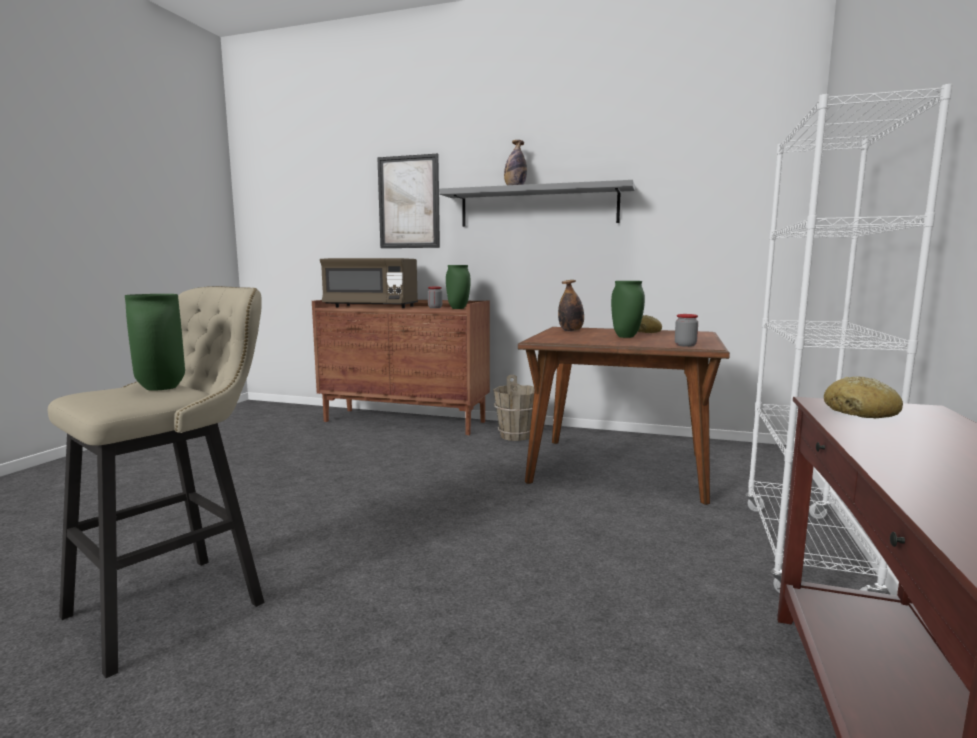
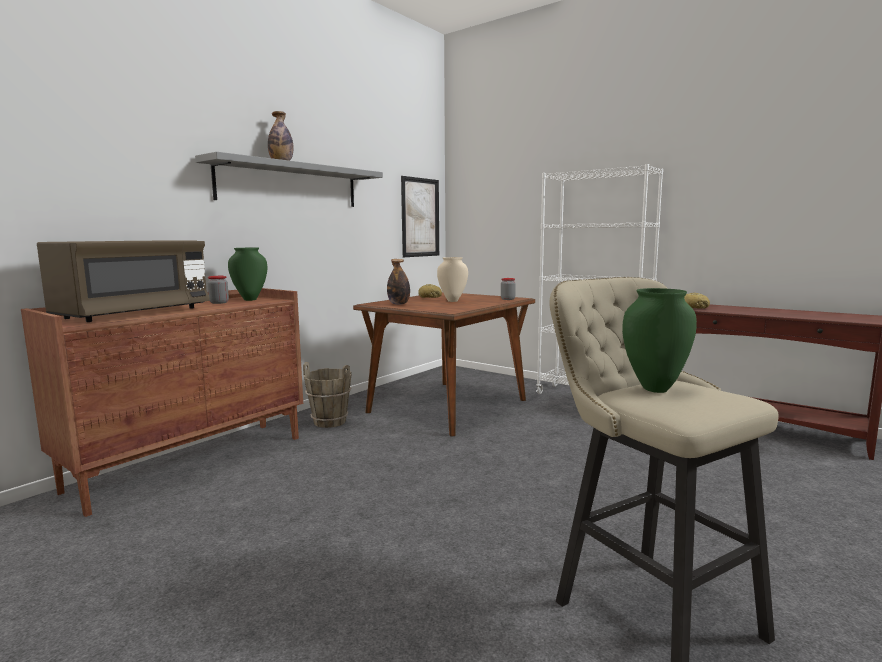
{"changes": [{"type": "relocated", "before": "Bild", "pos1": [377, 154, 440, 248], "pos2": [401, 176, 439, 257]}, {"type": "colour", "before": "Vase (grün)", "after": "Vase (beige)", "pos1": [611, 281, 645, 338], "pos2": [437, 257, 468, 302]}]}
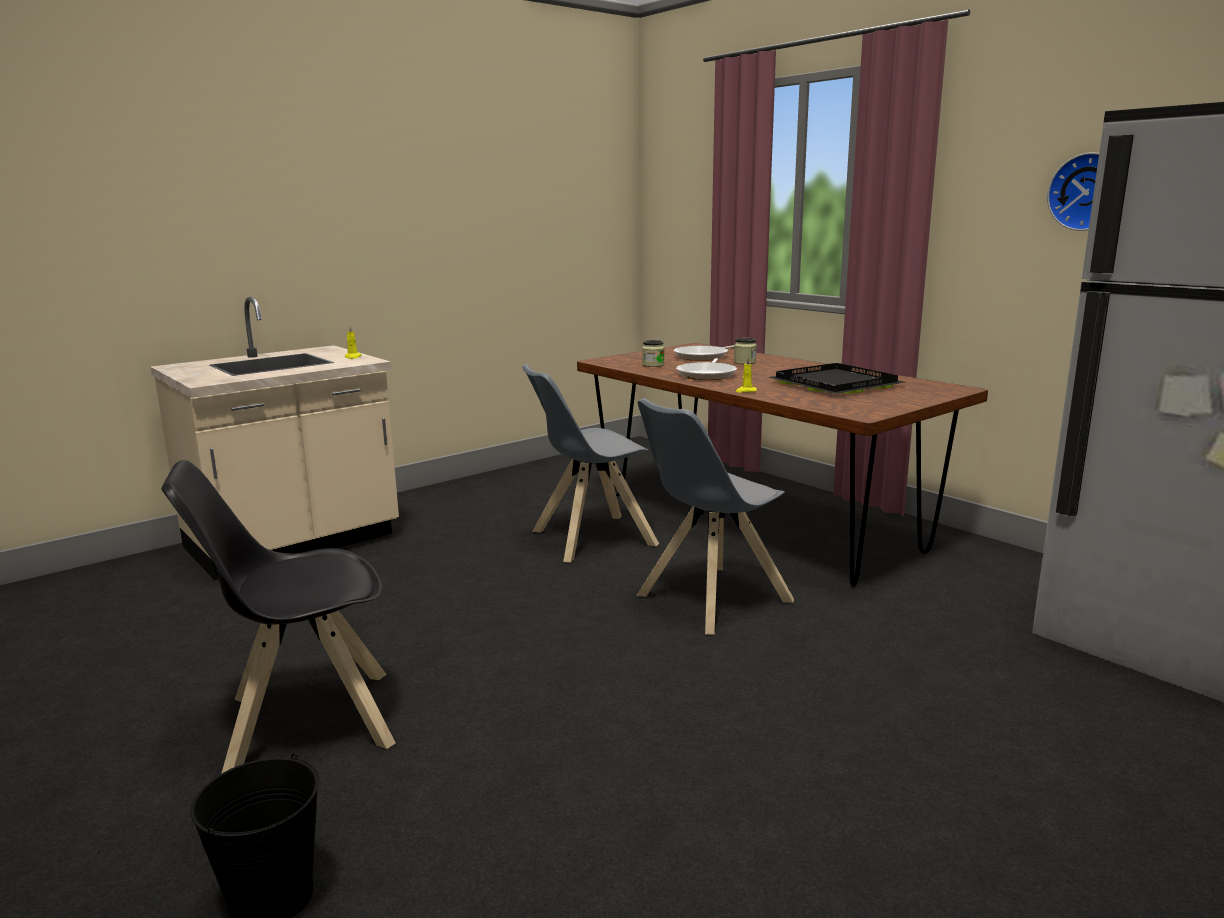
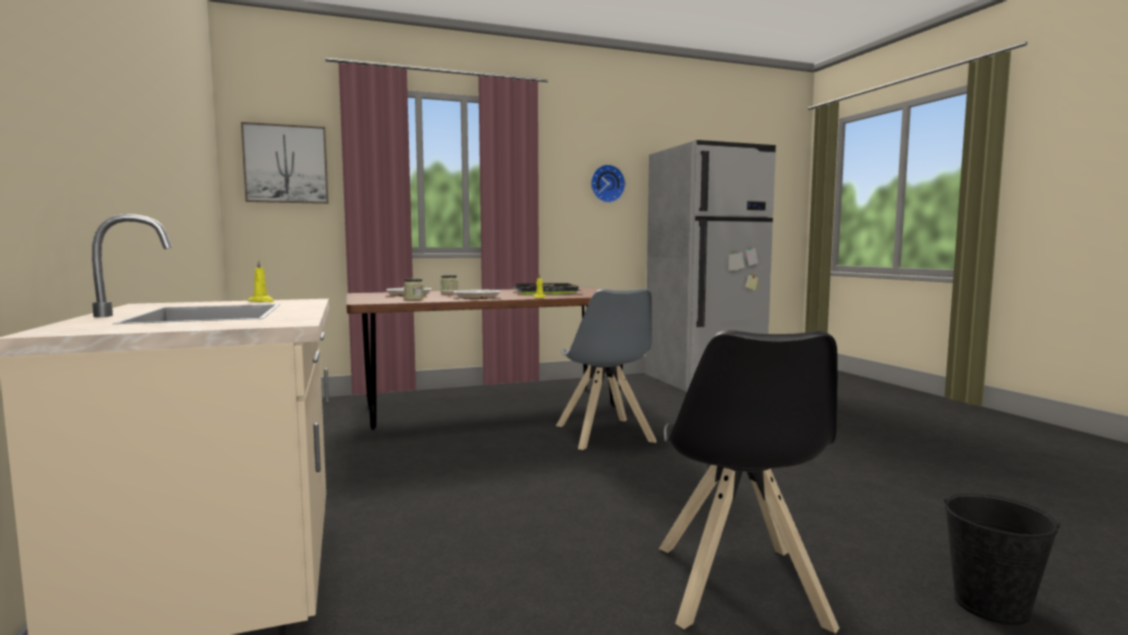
{"changes": [{"type": "missing", "before": "Stuhl (grau)", "pos1": [522, 364, 659, 563]}, {"type": "appeared", "after": "Bild", "pos2": [241, 122, 329, 204]}]}
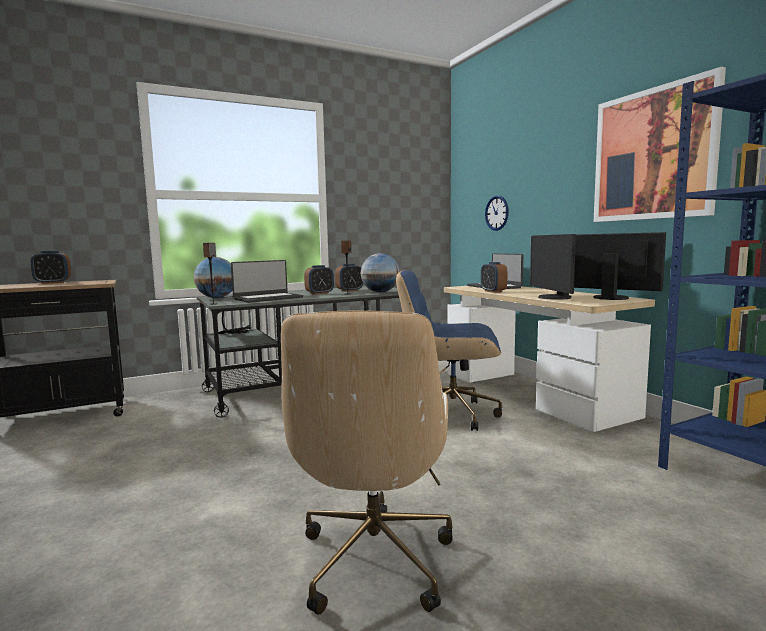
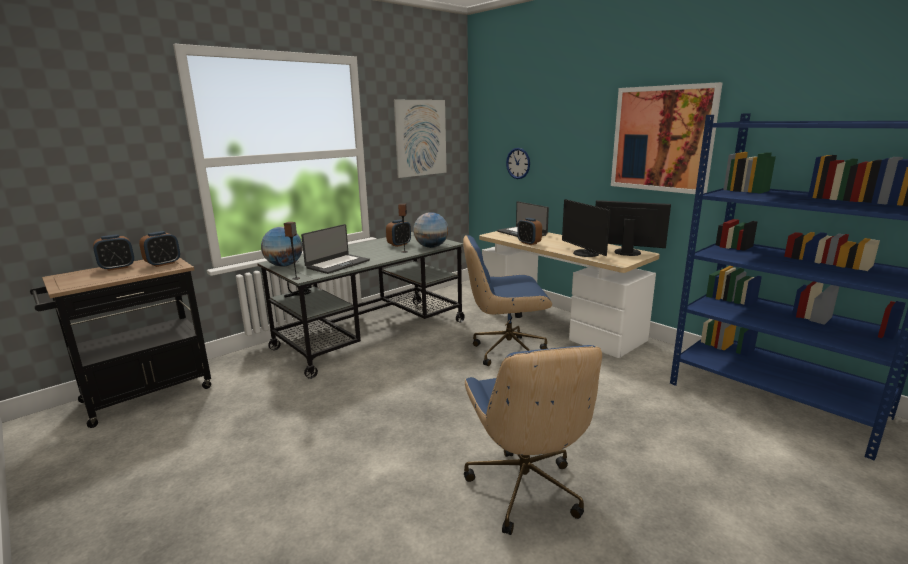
{"changes": [{"type": "colour", "before": "Bürostuhl (weiß)", "after": "Bürostuhl (blau)", "pos1": [281, 311, 453, 615], "pos2": [464, 345, 602, 535]}, {"type": "relocated", "before": "Wecker", "pos1": [304, 265, 334, 295], "pos2": [139, 231, 180, 267]}, {"type": "appeared", "after": "Bild", "pos2": [394, 100, 447, 178]}]}
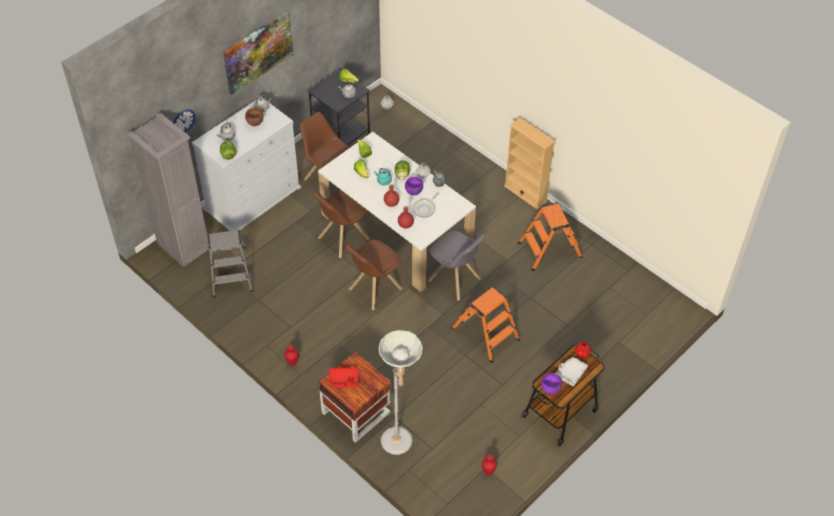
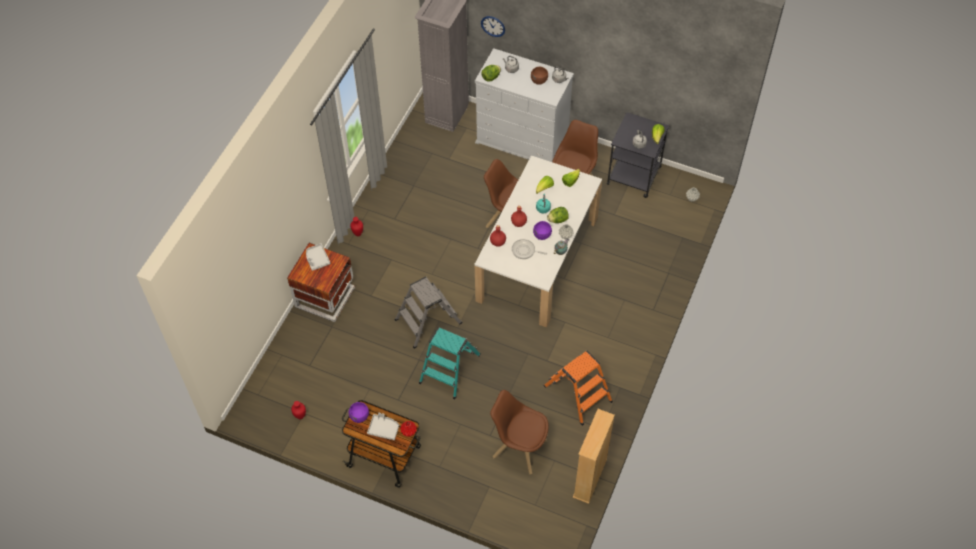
{"changes": [{"type": "relocated", "before": "Trittleiter (grau)", "pos1": [208, 230, 253, 298], "pos2": [395, 277, 463, 349]}, {"type": "missing", "before": "Bild", "pos1": [223, 11, 294, 94]}, {"type": "colour", "before": "Tablett (rot)", "after": "Tablett (grau)", "pos1": [329, 367, 358, 387], "pos2": [306, 243, 331, 271]}, {"type": "relocated", "before": "Stuhl (braun)", "pos1": [345, 240, 402, 310], "pos2": [490, 390, 549, 474]}, {"type": "missing", "before": "Stehlampe (grau)", "pos1": [379, 330, 423, 455]}, {"type": "missing", "before": "Stuhl (grau)", "pos1": [428, 231, 485, 301]}, {"type": "colour", "before": "Trittleiter (orange)", "after": "Trittleiter (türkis)", "pos1": [451, 286, 520, 363], "pos2": [419, 327, 481, 400]}, {"type": "relocated", "before": "Bücherregal (beige)", "pos1": [504, 118, 555, 209], "pos2": [573, 409, 615, 504]}]}
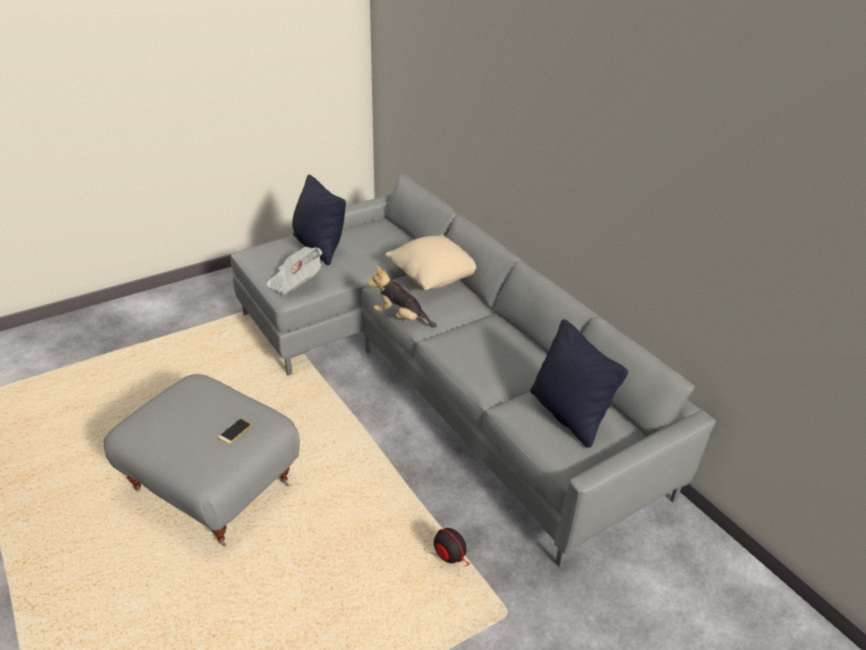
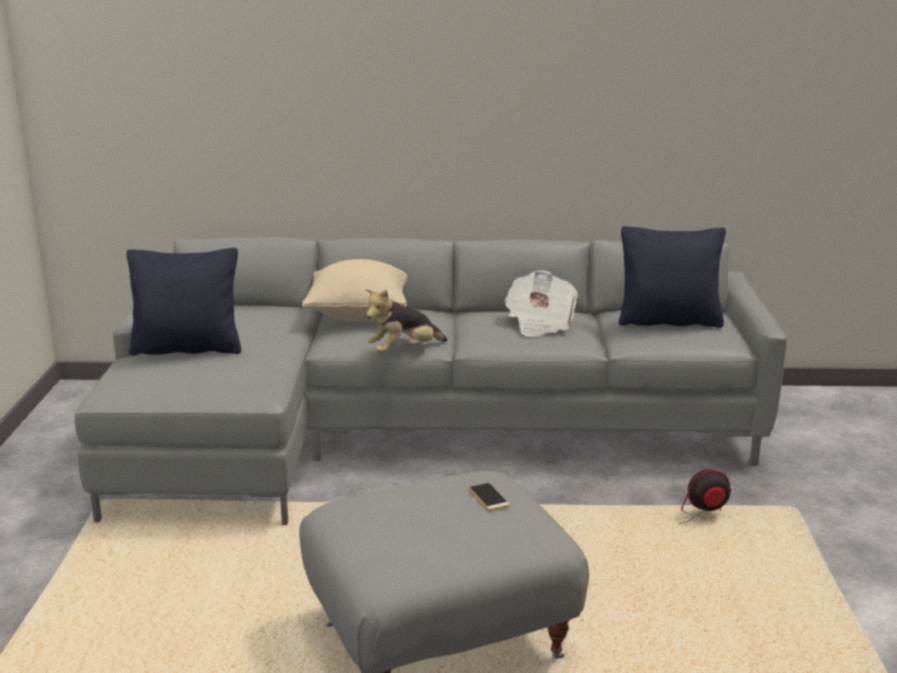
{"changes": [{"type": "relocated", "before": "Zeitung", "pos1": [267, 246, 323, 295], "pos2": [504, 270, 578, 337]}]}
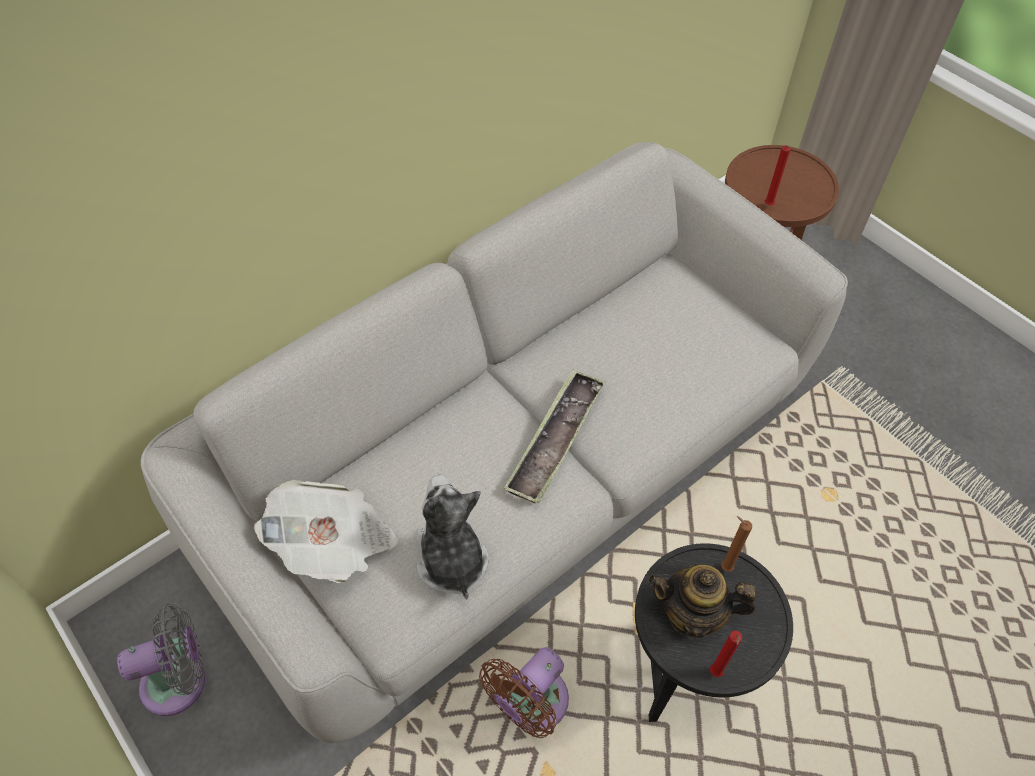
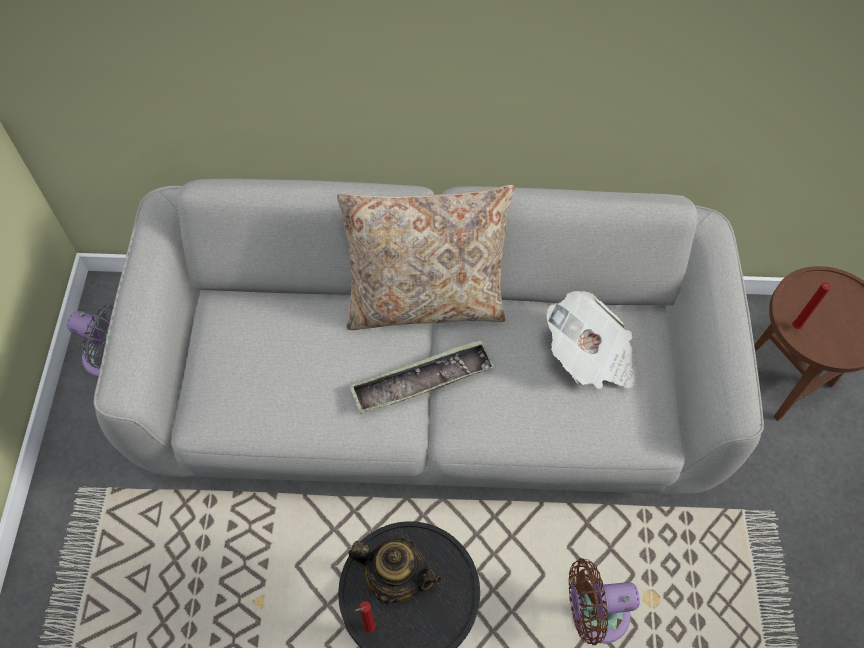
{"changes": [{"type": "relocated", "before": "Zeitung", "pos1": [254, 480, 398, 583], "pos2": [547, 291, 635, 389]}, {"type": "missing", "before": "Plüschtier", "pos1": [416, 474, 488, 599]}, {"type": "relocated", "before": "Ventilator (braun)", "pos1": [479, 647, 569, 738], "pos2": [569, 558, 640, 645]}, {"type": "spun", "before": "Teekanne", "pos1": [648, 564, 756, 638], "pos2": [348, 538, 442, 604], "turn": 150}, {"type": "missing", "before": "Kerze (braun)", "pos1": [721, 516, 752, 572]}, {"type": "appeared", "after": "Kissen (beige)", "pos2": [337, 185, 515, 330]}]}
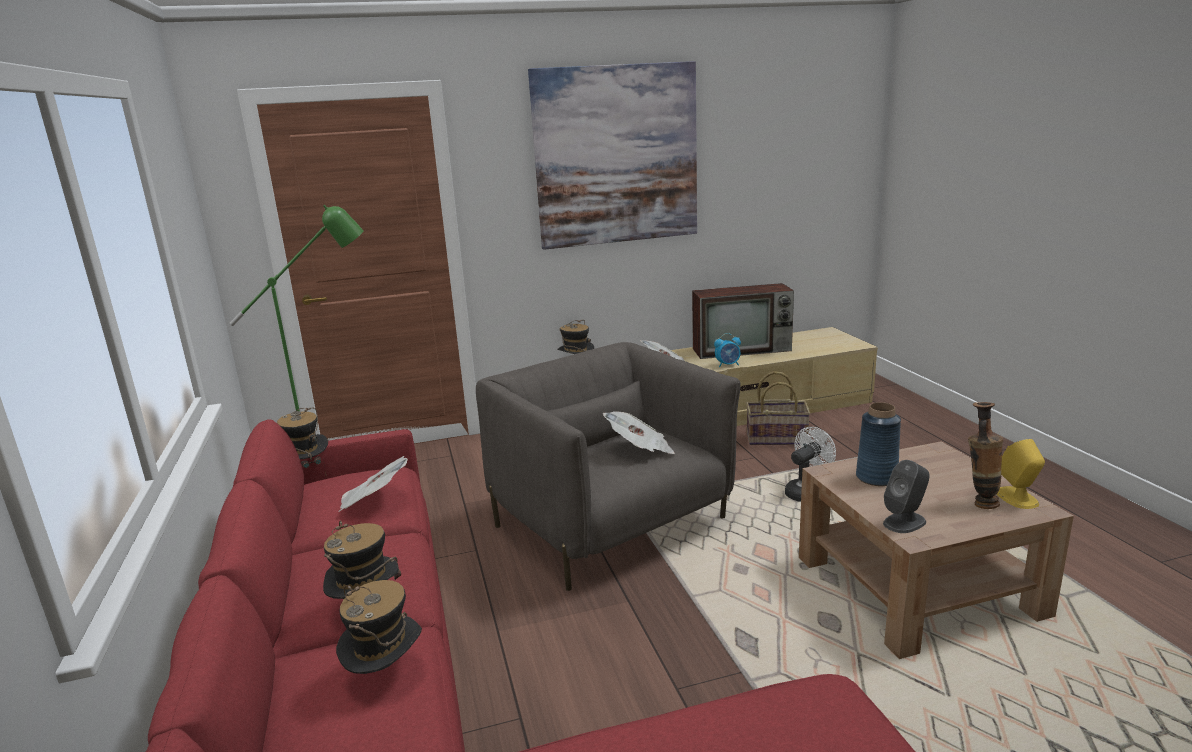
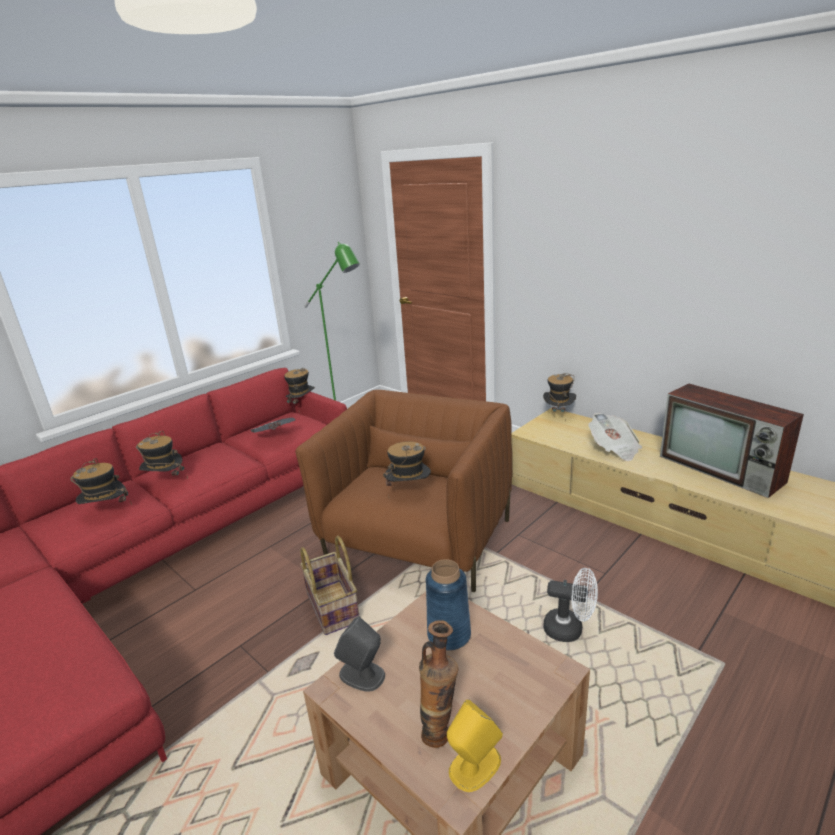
{"changes": [{"type": "colour", "before": "Sessel (grau)", "after": "Sessel (braun)", "pos1": [476, 342, 741, 591], "pos2": [296, 390, 512, 592]}, {"type": "missing", "before": "Bild", "pos1": [528, 61, 697, 250]}, {"type": "exchanged", "before": "Zeitung", "after": "Hut", "pos1": [603, 411, 675, 454], "pos2": [383, 442, 431, 494]}, {"type": "missing", "before": "Wecker", "pos1": [714, 333, 741, 368]}, {"type": "relocated", "before": "Korb", "pos1": [746, 371, 811, 445], "pos2": [300, 536, 359, 635]}]}
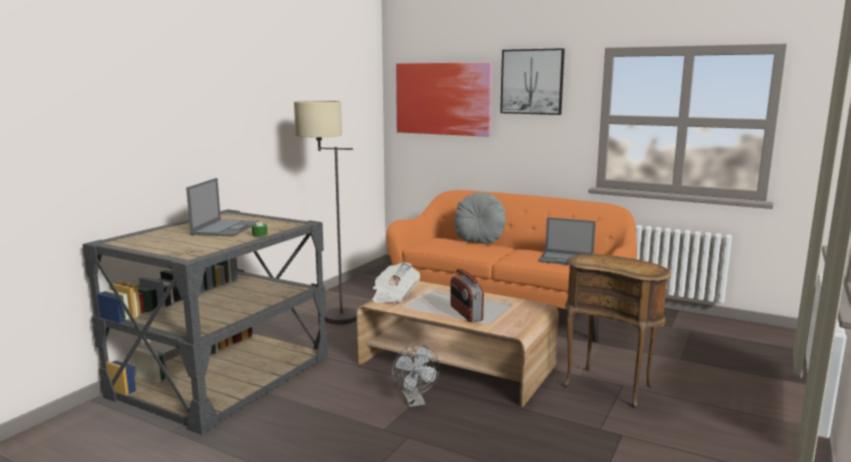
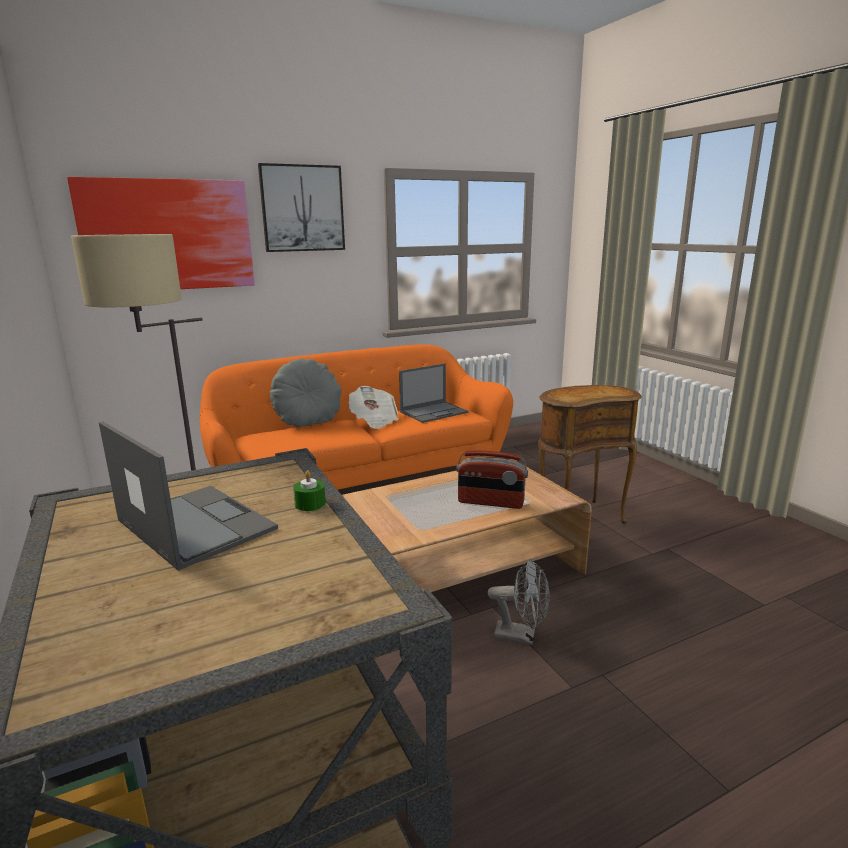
{"changes": [{"type": "relocated", "before": "Zeitung", "pos1": [372, 262, 420, 303], "pos2": [349, 386, 399, 429]}]}
